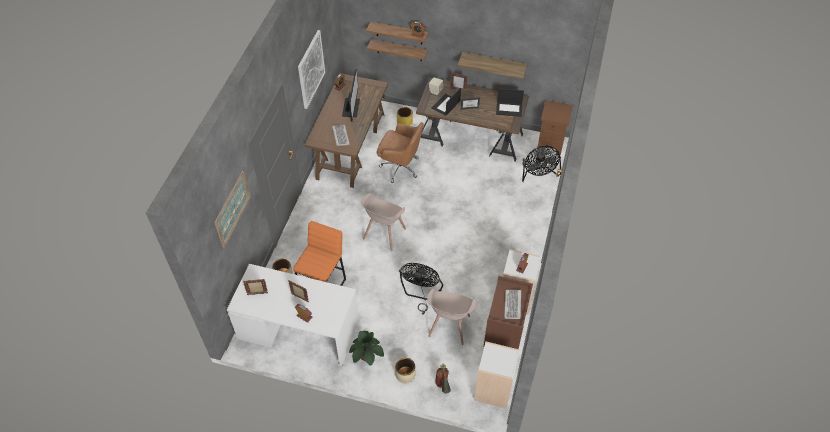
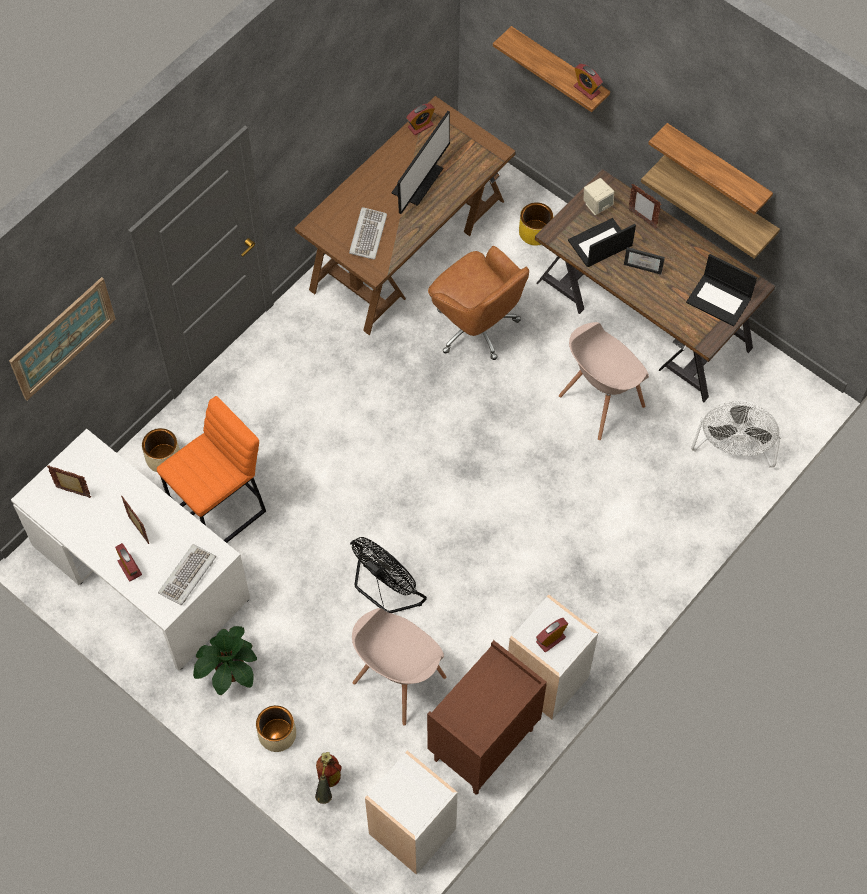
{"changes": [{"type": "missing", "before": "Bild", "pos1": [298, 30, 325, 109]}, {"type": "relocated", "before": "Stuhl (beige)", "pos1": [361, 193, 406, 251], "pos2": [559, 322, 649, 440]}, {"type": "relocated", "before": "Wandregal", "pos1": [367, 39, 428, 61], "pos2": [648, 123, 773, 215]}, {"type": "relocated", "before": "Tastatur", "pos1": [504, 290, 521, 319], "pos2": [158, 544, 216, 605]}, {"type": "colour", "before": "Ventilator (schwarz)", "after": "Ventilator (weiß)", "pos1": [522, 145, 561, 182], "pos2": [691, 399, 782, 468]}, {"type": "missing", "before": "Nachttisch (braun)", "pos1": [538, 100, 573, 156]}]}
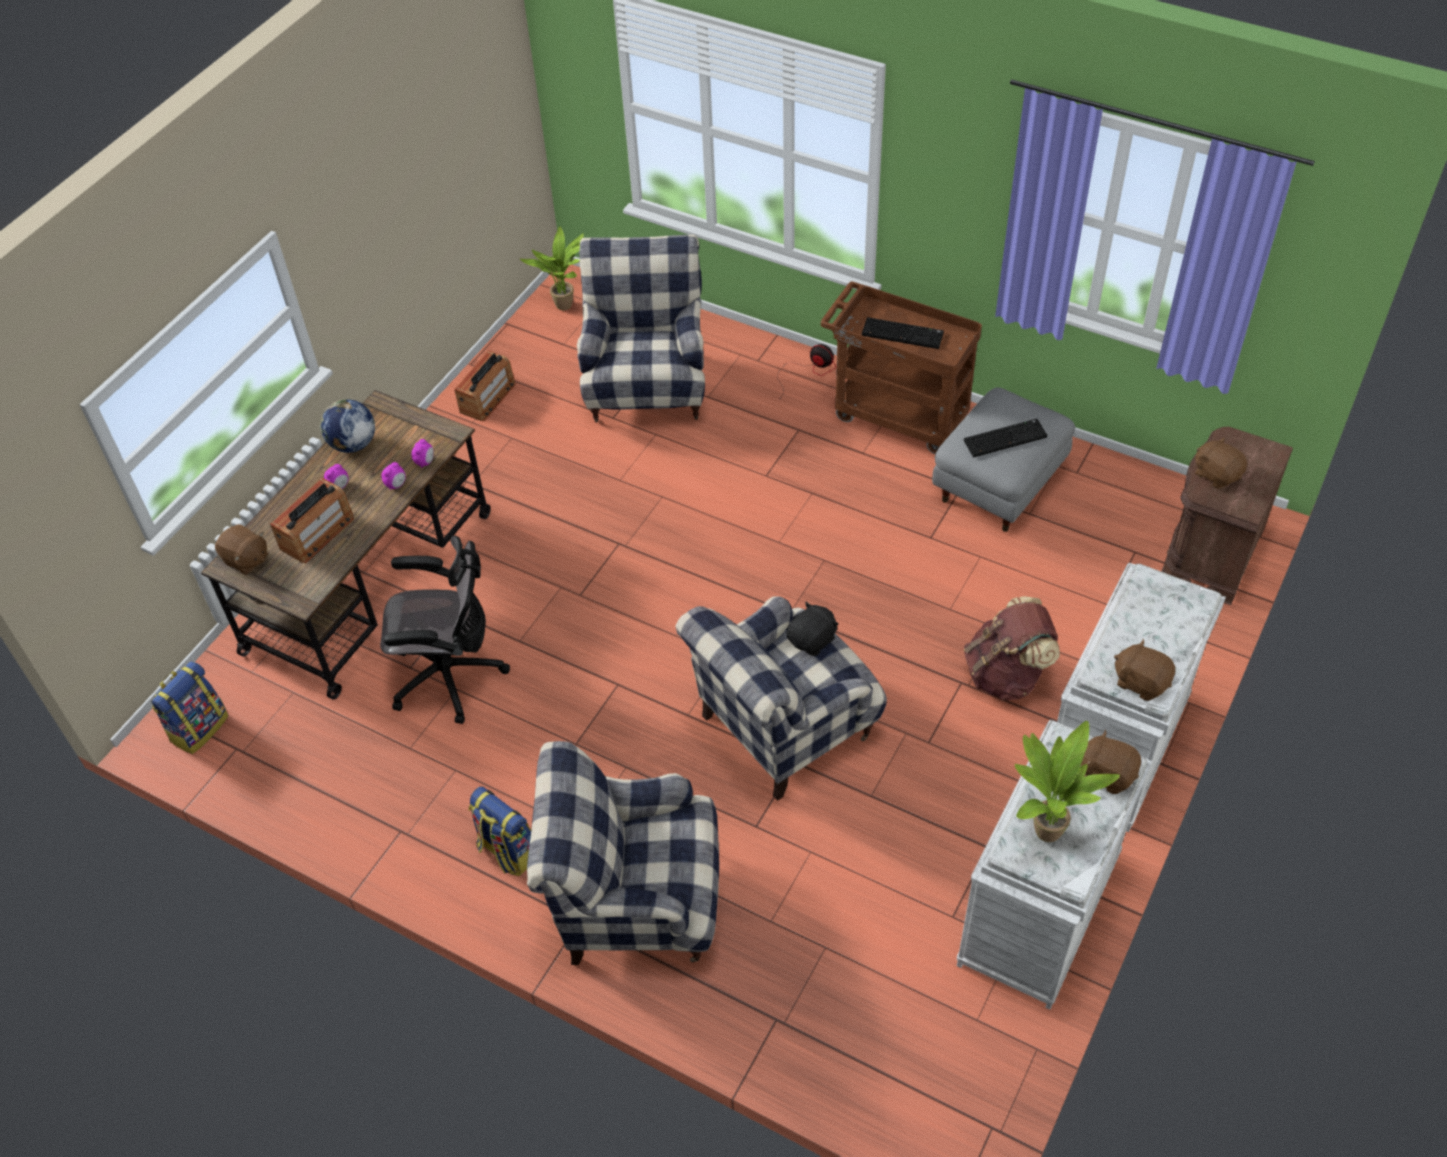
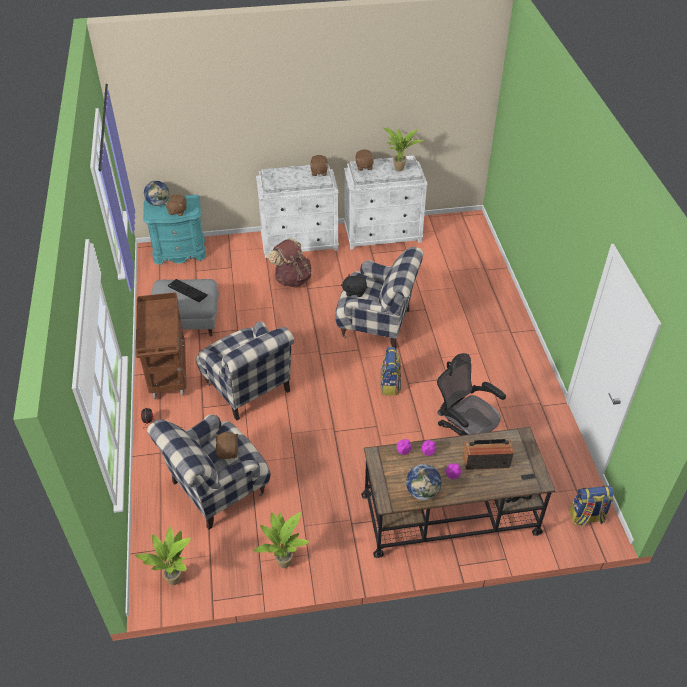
{"changes": [{"type": "relocated", "before": "Plüschtier (braun)", "pos1": [215, 524, 269, 575], "pos2": [214, 432, 239, 459]}, {"type": "exchanged", "before": "Radio", "after": "Topfpflanze", "pos1": [454, 351, 516, 421], "pos2": [253, 512, 310, 568]}, {"type": "relocated", "before": "Rucksack", "pos1": [468, 787, 531, 876], "pos2": [380, 347, 401, 396]}, {"type": "relocated", "before": "Sessel", "pos1": [527, 741, 719, 965], "pos2": [196, 321, 294, 421]}, {"type": "missing", "before": "Tastatur", "pos1": [862, 317, 944, 349]}, {"type": "colour", "before": "Nachttisch (braun)", "after": "Nachttisch (türkis)", "pos1": [1162, 427, 1293, 605], "pos2": [143, 195, 206, 265]}, {"type": "appeared", "after": "Globus", "pos2": [144, 181, 169, 206]}]}
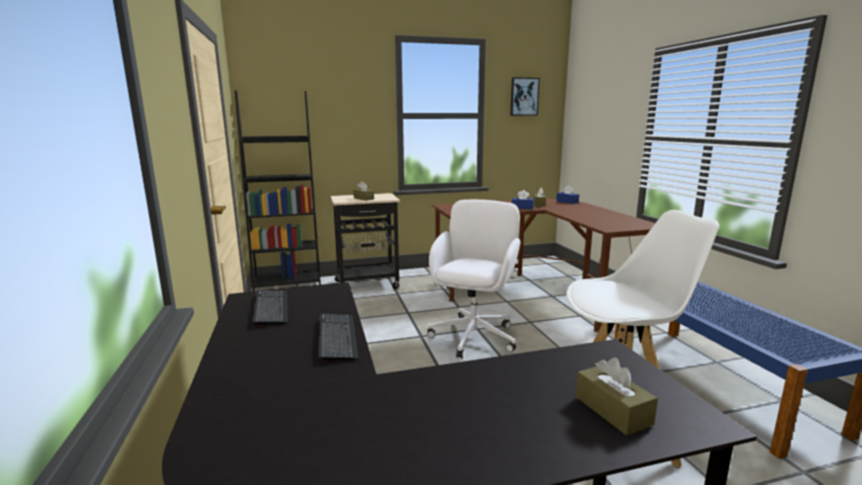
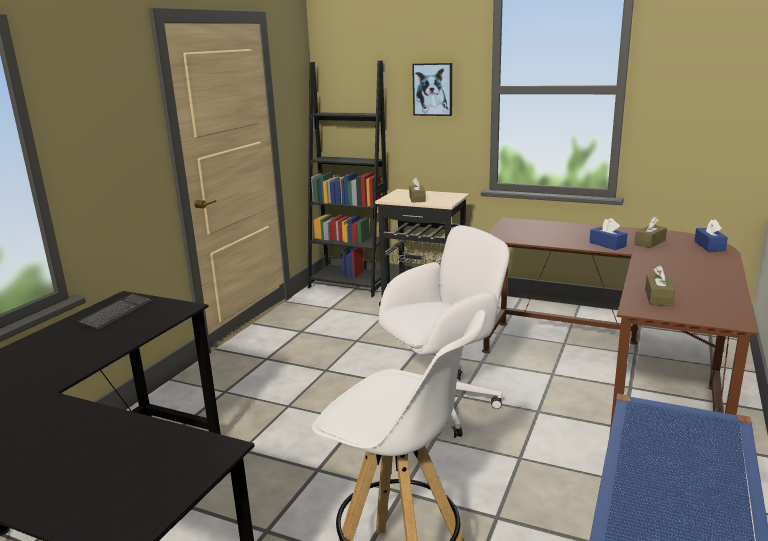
{"changes": [{"type": "missing", "before": "Tastatur", "pos1": [318, 314, 359, 362]}, {"type": "relocated", "before": "Bild", "pos1": [511, 77, 540, 116], "pos2": [412, 63, 452, 116]}, {"type": "relocated", "before": "Taschentuchbox (braun)", "pos1": [576, 358, 658, 436], "pos2": [645, 265, 675, 306]}]}
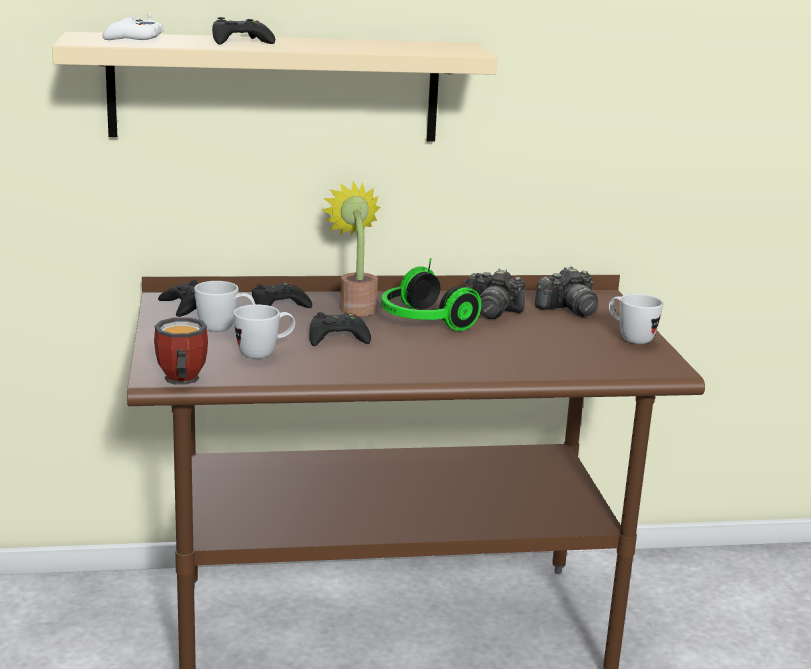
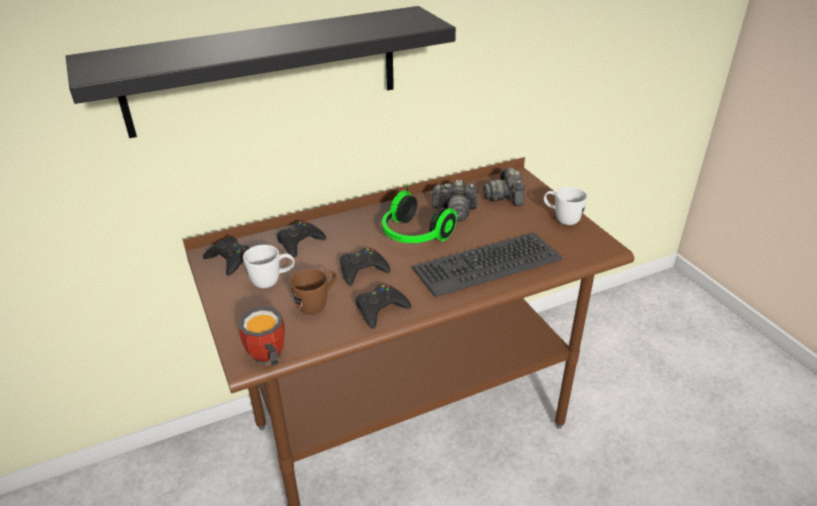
{"changes": [{"type": "colour", "before": "Wandregal (beige)", "after": "Wandregal (schwarz)", "pos1": [52, 32, 498, 142], "pos2": [66, 6, 456, 138]}, {"type": "missing", "before": "Gamepad (weiß)", "pos1": [102, 14, 164, 40]}, {"type": "relocated", "before": "Gamepad (schwarz)", "pos1": [212, 17, 276, 45], "pos2": [356, 284, 411, 329]}, {"type": "colour", "before": "Henkelbecher (weiß)", "after": "Henkelbecher (braun)", "pos1": [234, 304, 295, 359], "pos2": [290, 269, 337, 315]}, {"type": "missing", "before": "Topfpflanze", "pos1": [321, 181, 380, 316]}, {"type": "spun", "before": "Kamera", "pos1": [535, 266, 598, 317], "pos2": [483, 167, 524, 206], "turn": 120}, {"type": "appeared", "after": "Tastatur", "pos2": [412, 232, 563, 297]}]}
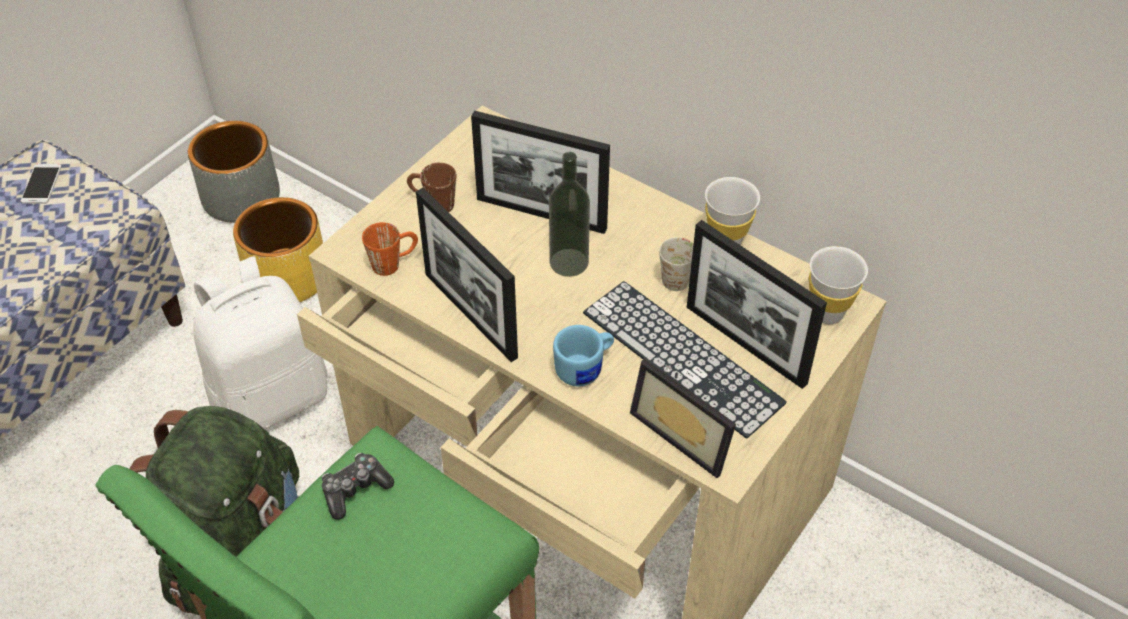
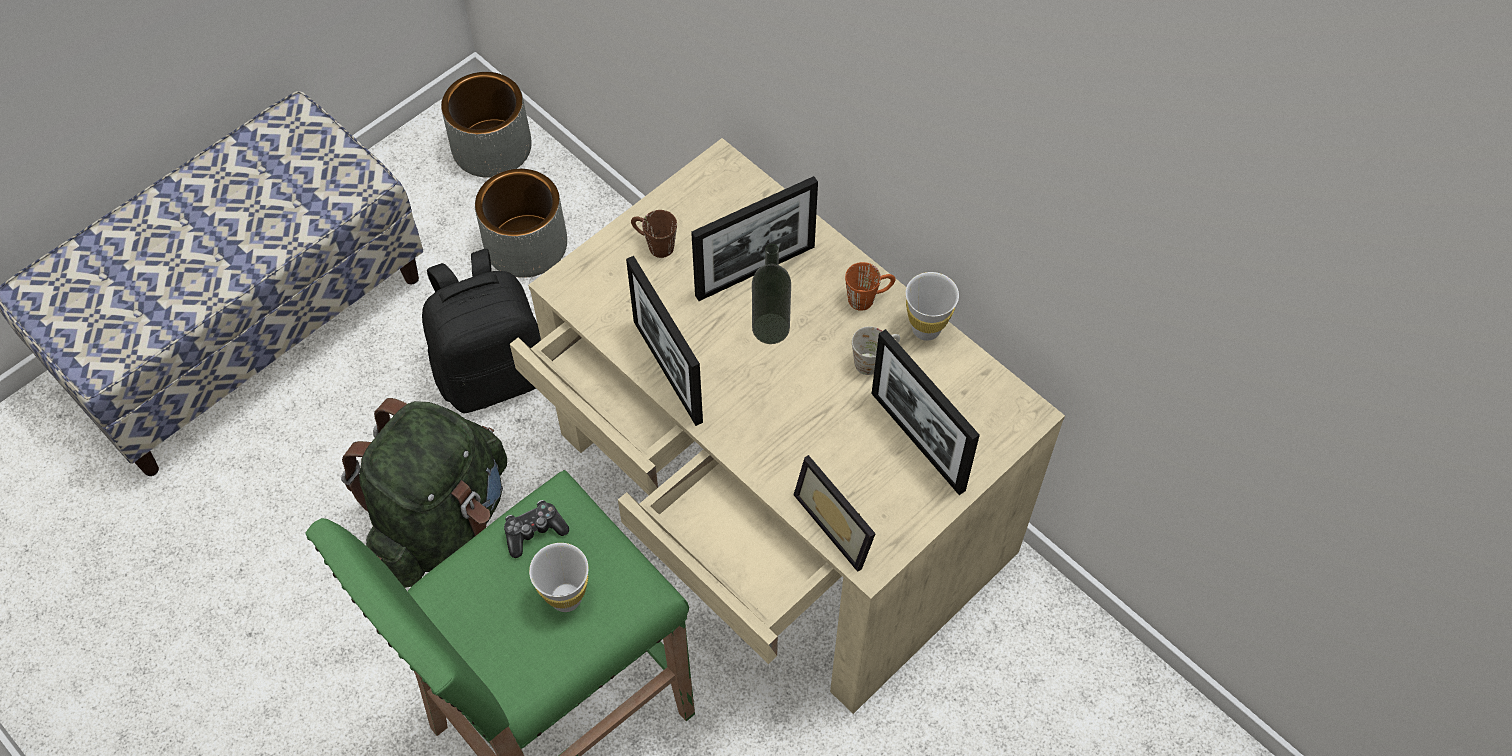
{"changes": [{"type": "missing", "before": "Handy", "pos1": [20, 164, 62, 204]}, {"type": "colour", "before": "Rucksack (weiß)", "after": "Rucksack (schwarz)", "pos1": [193, 256, 328, 429], "pos2": [422, 249, 541, 413]}, {"type": "colour", "before": "Pflanzkübel (gelb)", "after": "Pflanzkübel (grau)", "pos1": [233, 197, 323, 302], "pos2": [475, 169, 567, 278]}, {"type": "relocated", "before": "Henkelbecher (orange)", "pos1": [362, 222, 418, 276], "pos2": [845, 262, 896, 311]}, {"type": "spun", "before": "Bilderrahmen", "pos1": [471, 111, 610, 234], "pos2": [691, 176, 818, 301], "turn": -60}, {"type": "missing", "before": "Henkelbecher (blau)", "pos1": [553, 325, 614, 386]}, {"type": "missing", "before": "Tastatur", "pos1": [583, 281, 787, 439]}, {"type": "relocated", "before": "Tasse (weiß)", "pos1": [809, 246, 868, 324], "pos2": [529, 543, 589, 612]}]}
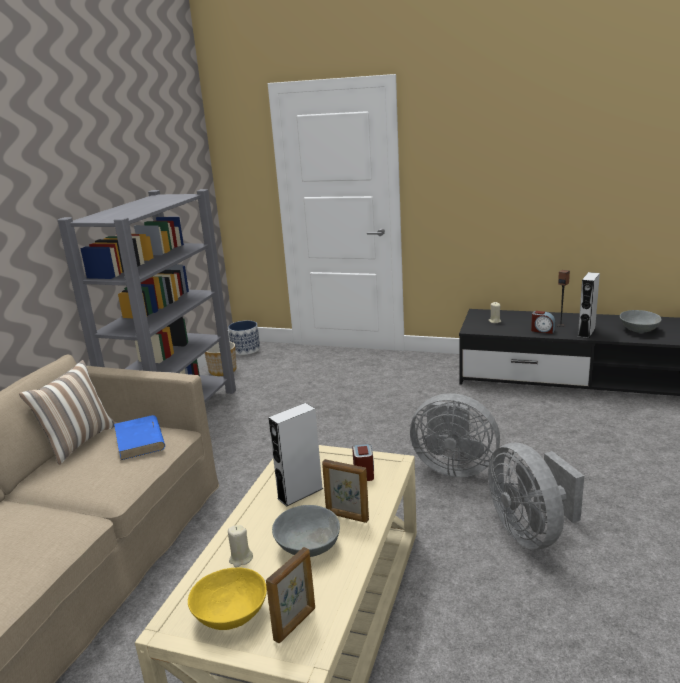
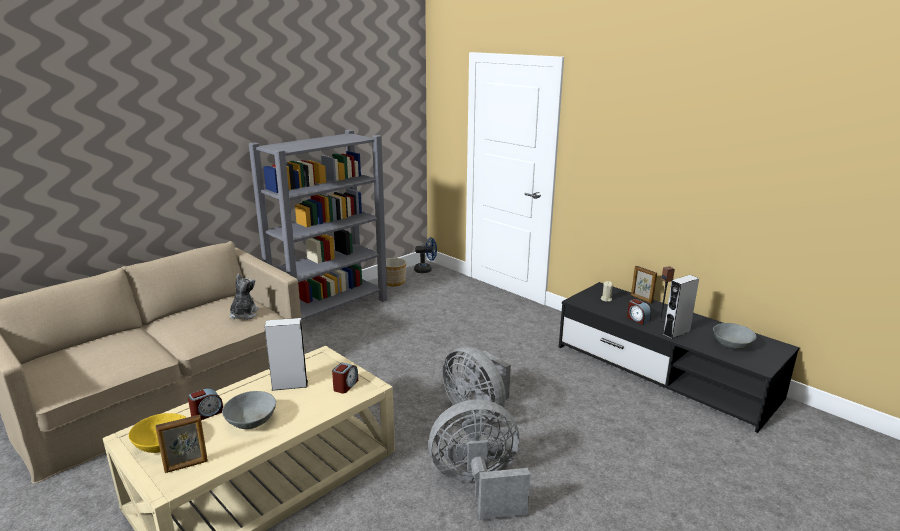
{"changes": [{"type": "missing", "before": "Kissen", "pos1": [19, 360, 115, 465]}, {"type": "exchanged", "before": "Buch (blau)", "after": "Plüschtier", "pos1": [114, 415, 165, 460], "pos2": [230, 274, 259, 320]}, {"type": "exchanged", "before": "Pflanzkübel", "after": "Ventilator (blau)", "pos1": [228, 321, 260, 355], "pos2": [414, 237, 437, 273]}, {"type": "exchanged", "before": "Kerze (beige)", "after": "Wecker", "pos1": [228, 525, 253, 568], "pos2": [188, 388, 223, 420]}, {"type": "relocated", "before": "Bilderrahmen", "pos1": [322, 459, 369, 523], "pos2": [631, 266, 657, 304]}, {"type": "spun", "before": "Ventilator (grau)", "pos1": [488, 443, 584, 549], "pos2": [429, 400, 530, 520], "turn": 75}]}
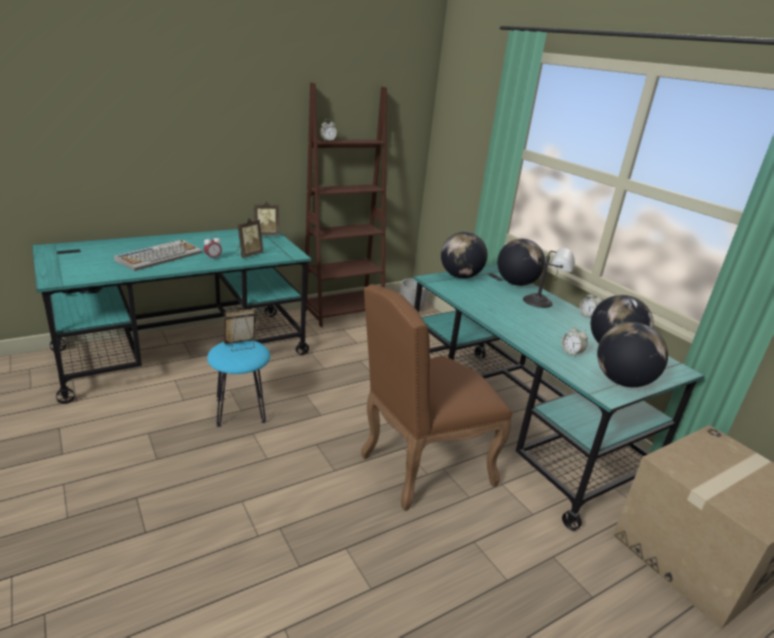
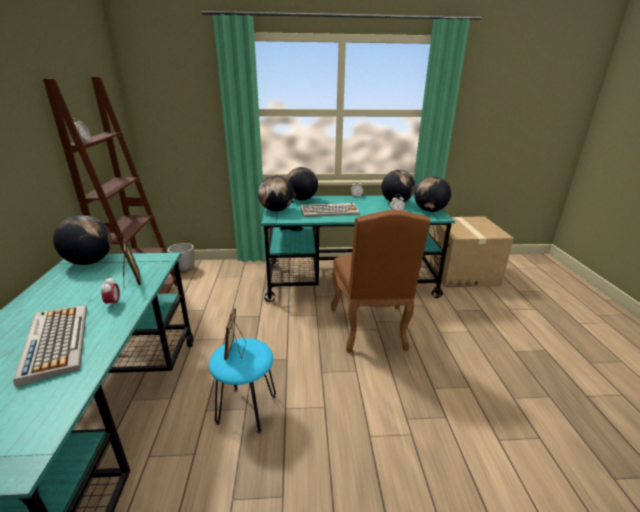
{"changes": [{"type": "exchanged", "before": "Bilderrahmen", "after": "Globus", "pos1": [254, 201, 279, 236], "pos2": [53, 215, 112, 265]}, {"type": "missing", "before": "Tischlampe", "pos1": [523, 248, 575, 308]}, {"type": "appeared", "after": "Tastatur", "pos2": [301, 203, 360, 217]}]}
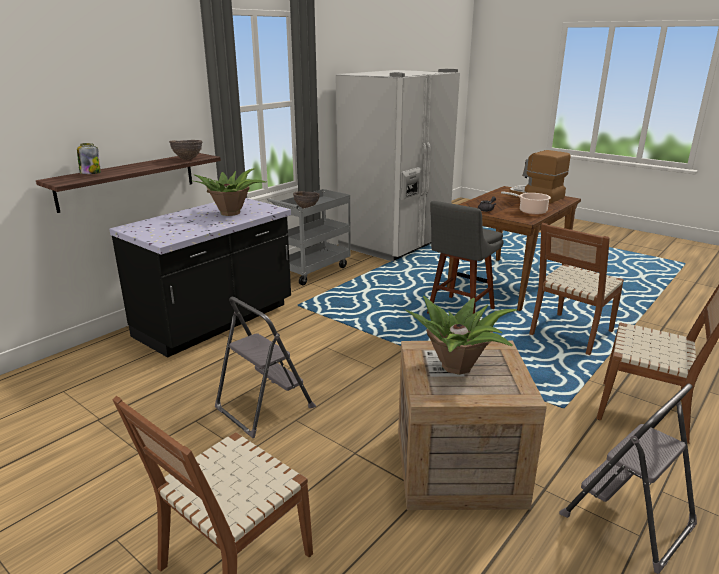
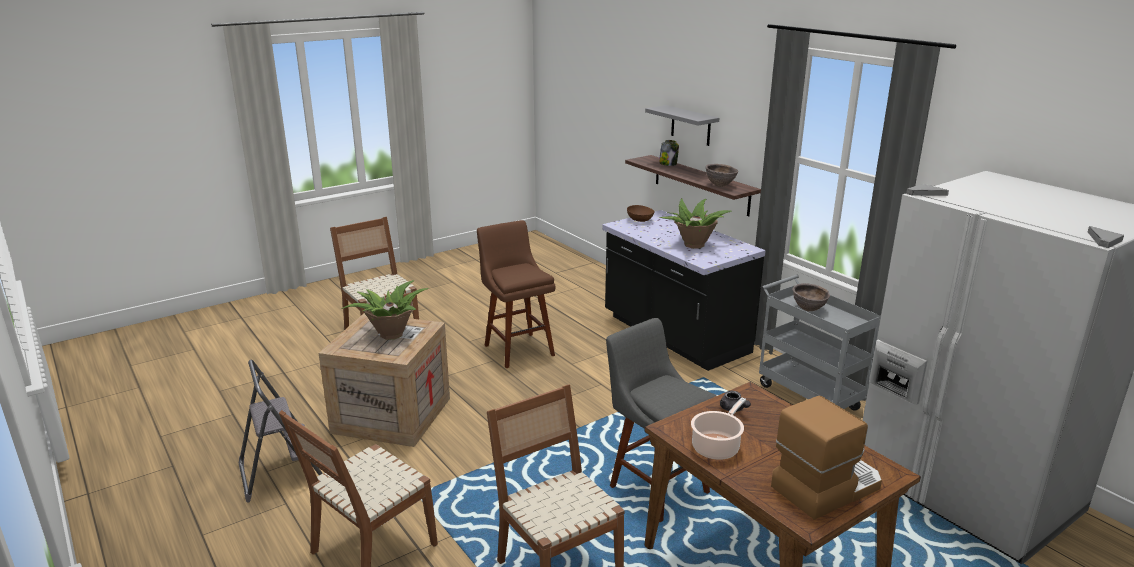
{"changes": [{"type": "exchanged", "before": "Trittleiter (grau)", "after": "Hocker (braun)", "pos1": [215, 297, 316, 438], "pos2": [477, 220, 556, 368]}, {"type": "appeared", "after": "Schüssel (braun)", "pos2": [627, 205, 654, 222]}, {"type": "appeared", "after": "Wandregal (grau)", "pos2": [645, 105, 719, 146]}]}
